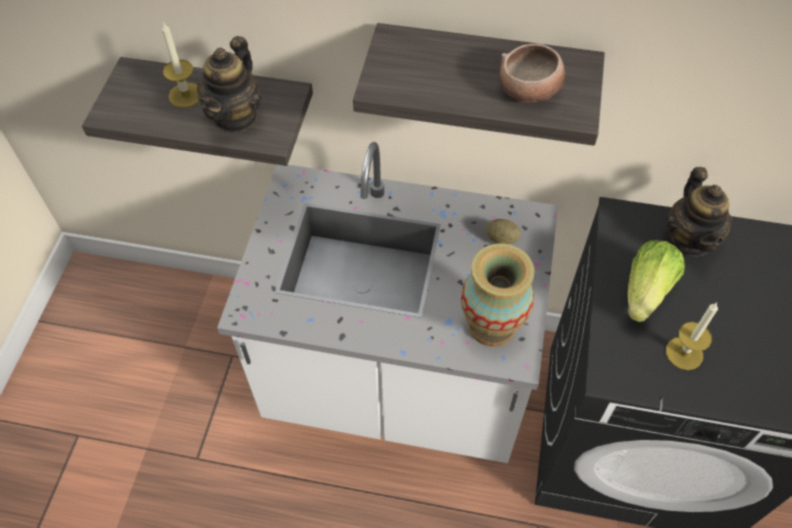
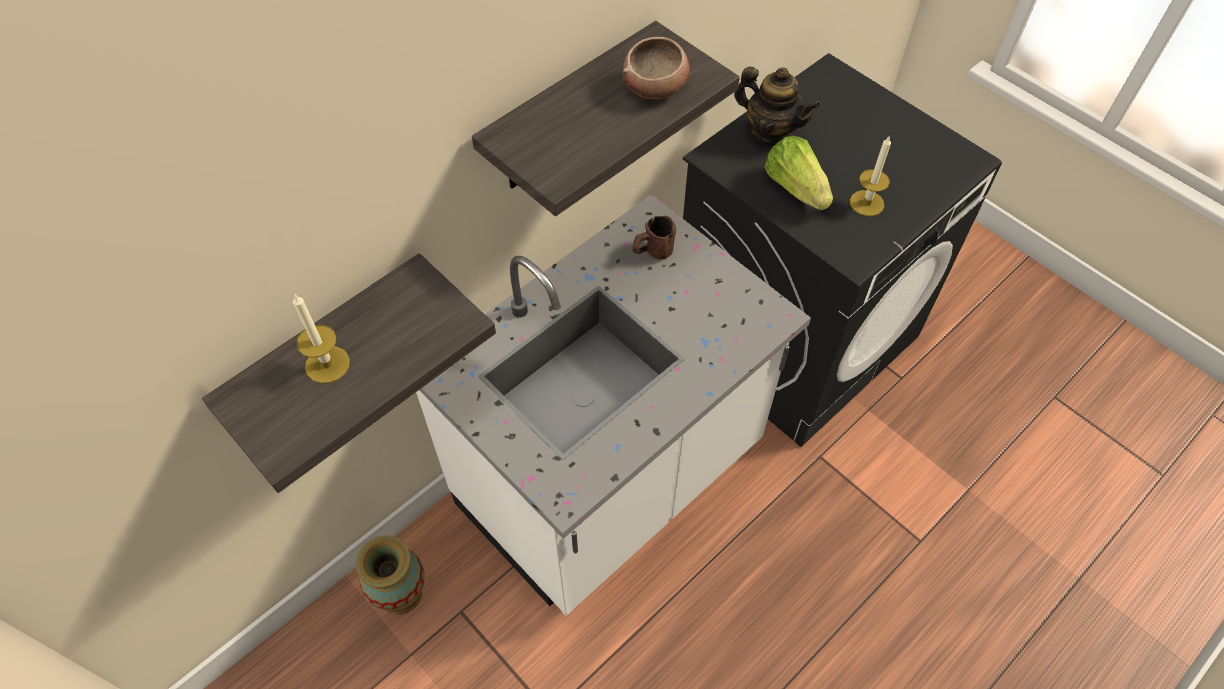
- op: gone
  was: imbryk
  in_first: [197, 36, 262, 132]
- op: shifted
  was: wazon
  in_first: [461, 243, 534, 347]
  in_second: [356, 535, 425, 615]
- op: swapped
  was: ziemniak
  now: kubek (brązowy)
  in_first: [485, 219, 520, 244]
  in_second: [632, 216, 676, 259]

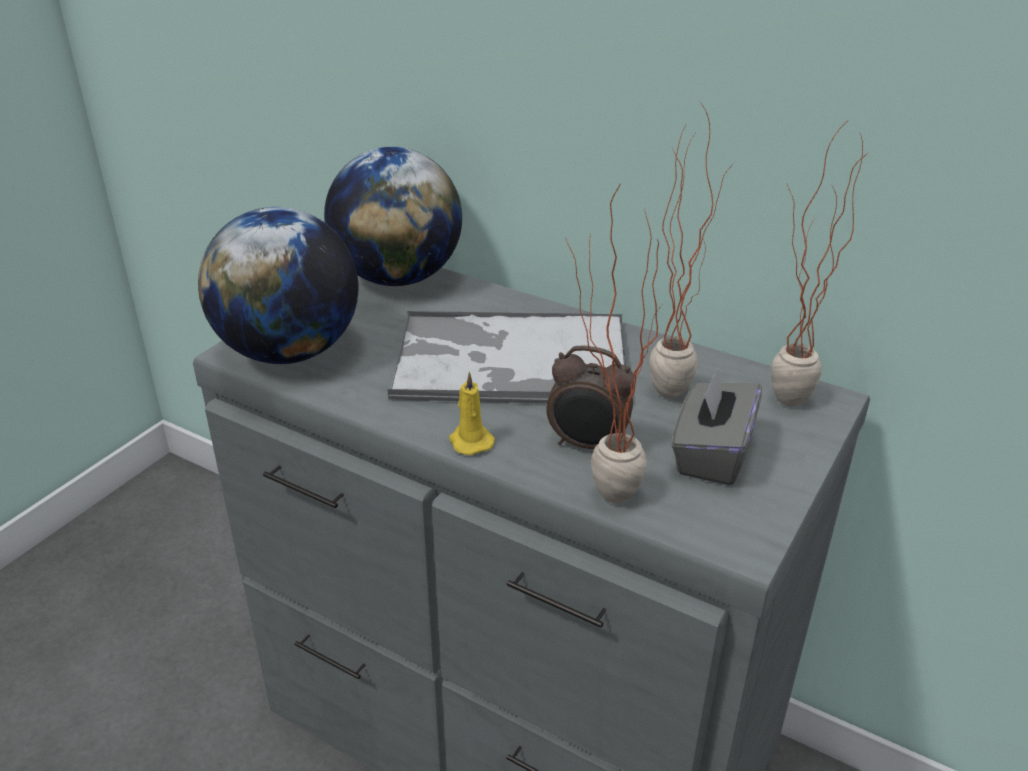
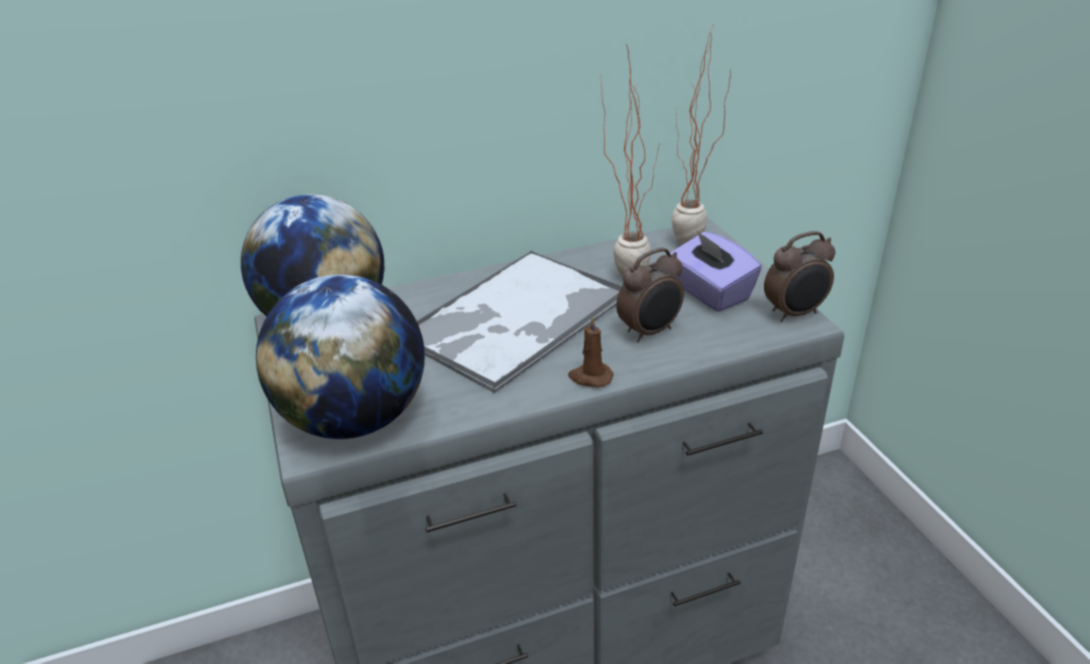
- op: repainted
  was: świeca (żółty)
  now: świeca (brązowy)
  in_first: [449, 372, 495, 455]
  in_second: [568, 316, 614, 388]
- op: gone
  was: roślina doniczkowa
  in_first: [565, 183, 662, 504]
- op: repainted
  was: pudełko chusteczek (szary)
  now: pudełko chusteczek (fioletowy)
  in_first: [672, 370, 762, 486]
  in_second: [670, 231, 762, 312]
- op: new
  now: budzik
  in_second: [764, 231, 835, 322]

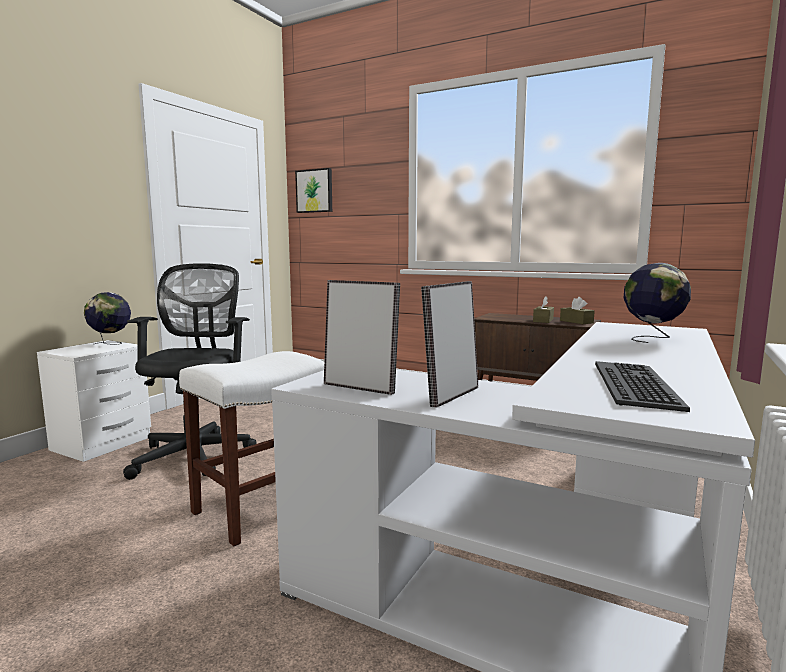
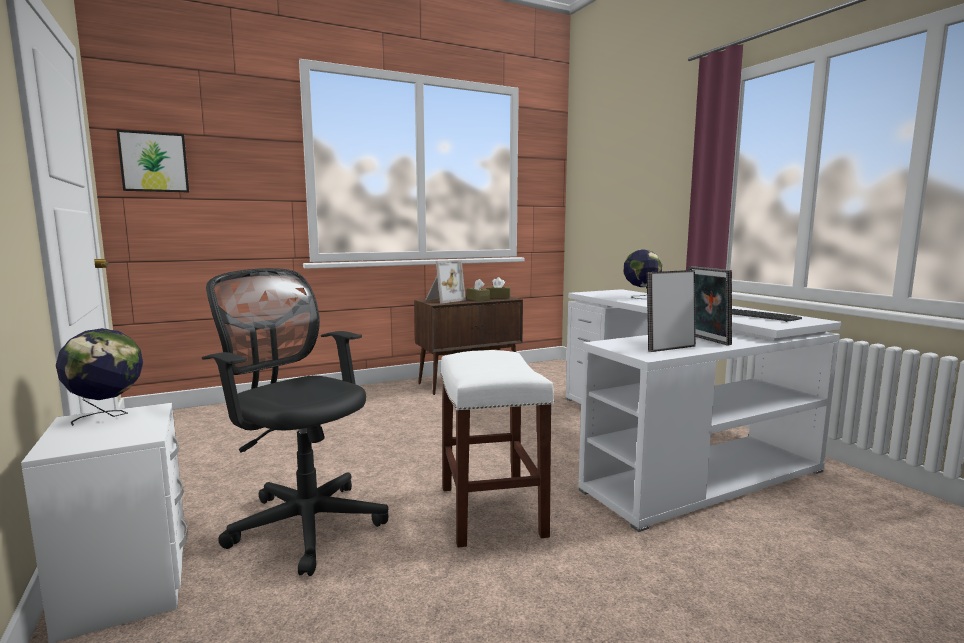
- op: new
  now: ramka na zdjęcie
  in_second: [425, 260, 466, 303]

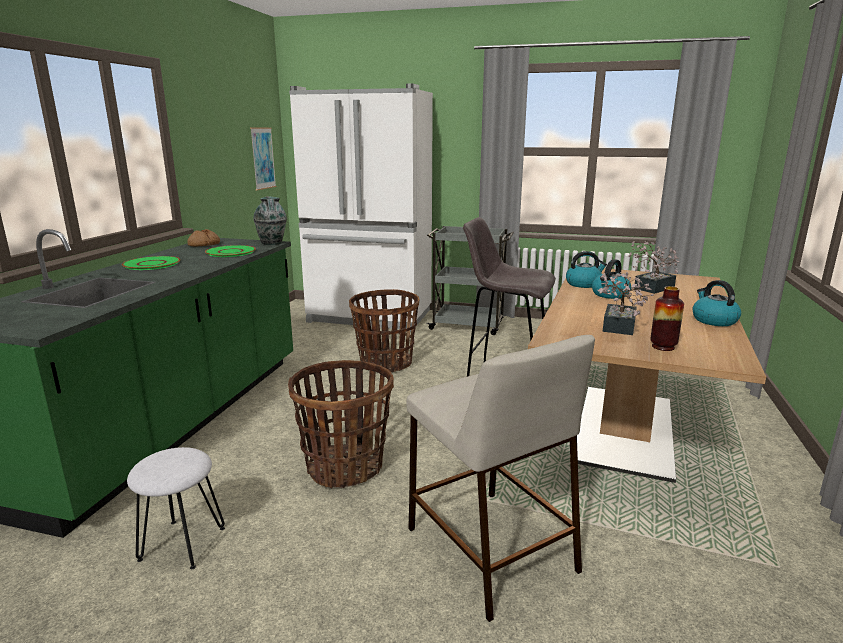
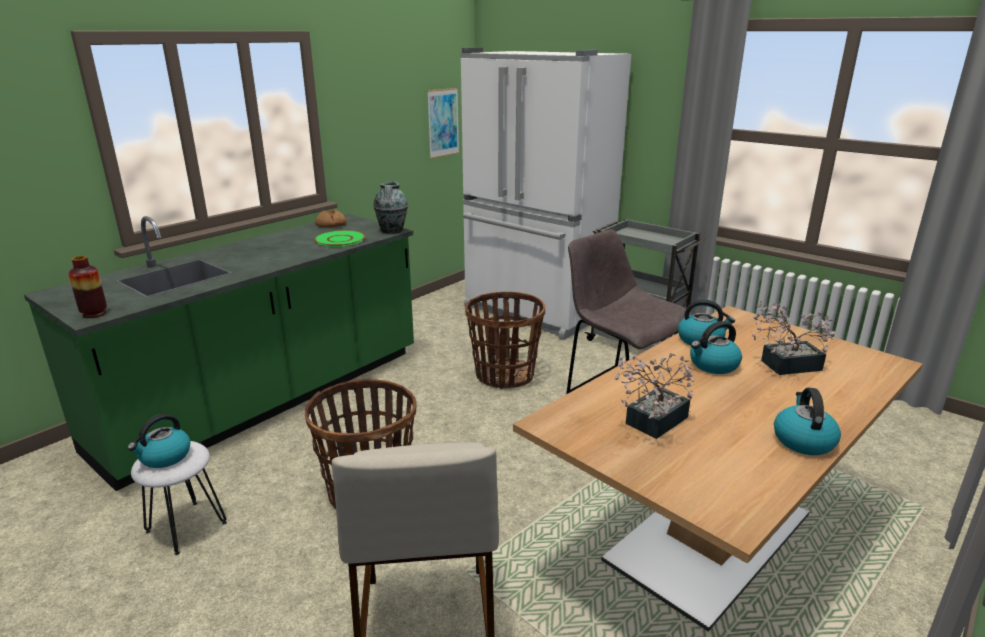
- op: gone
  was: talerz (zielony)
  in_first: [122, 256, 180, 270]
- op: shifted
  was: wazon
  in_first: [650, 286, 684, 351]
  in_second: [68, 256, 107, 318]
- op: new
  now: czajnik
  in_second: [128, 414, 191, 468]

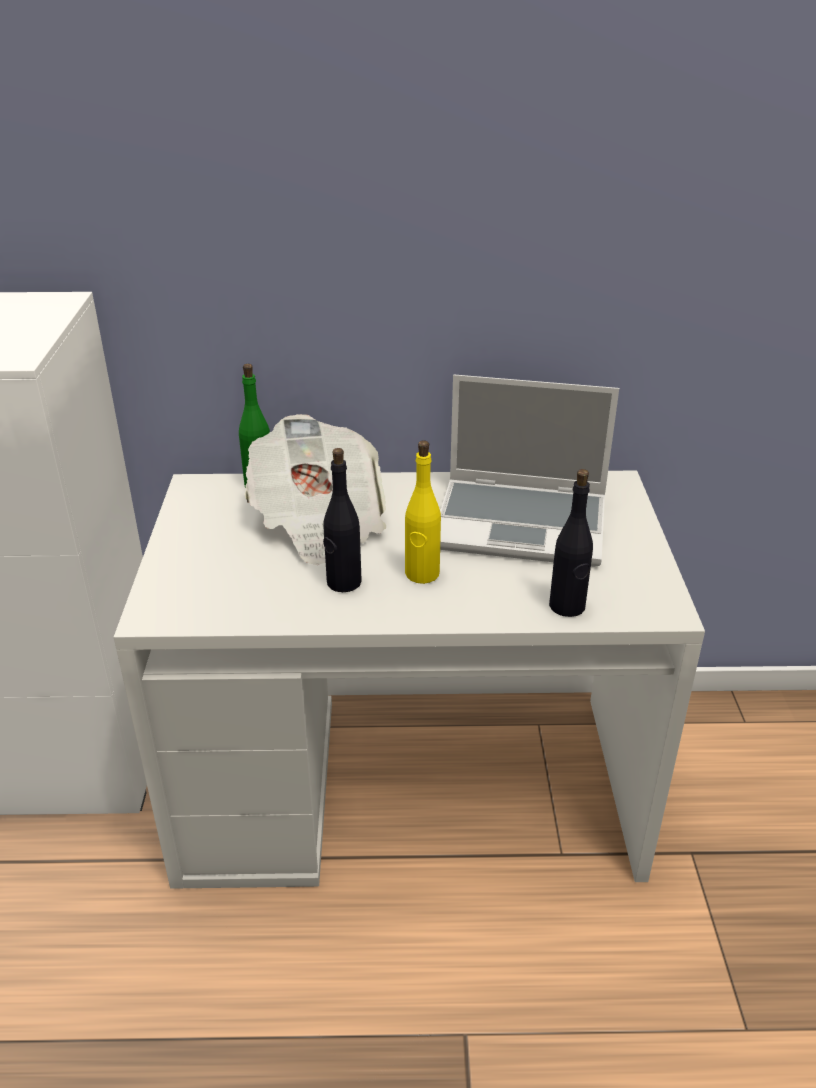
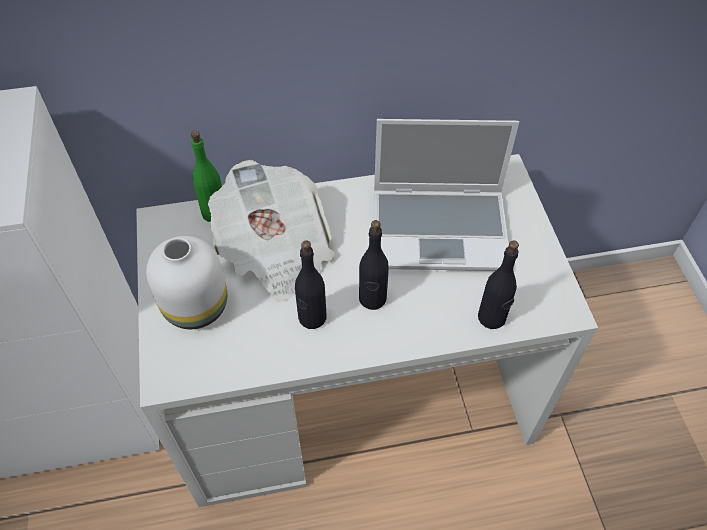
- op: repainted
  was: butelka (żółty)
  now: butelka (czarny)
  in_first: [405, 440, 441, 584]
  in_second: [359, 220, 389, 310]
- op: new
  now: wazon (biały)
  in_second: [146, 236, 227, 329]

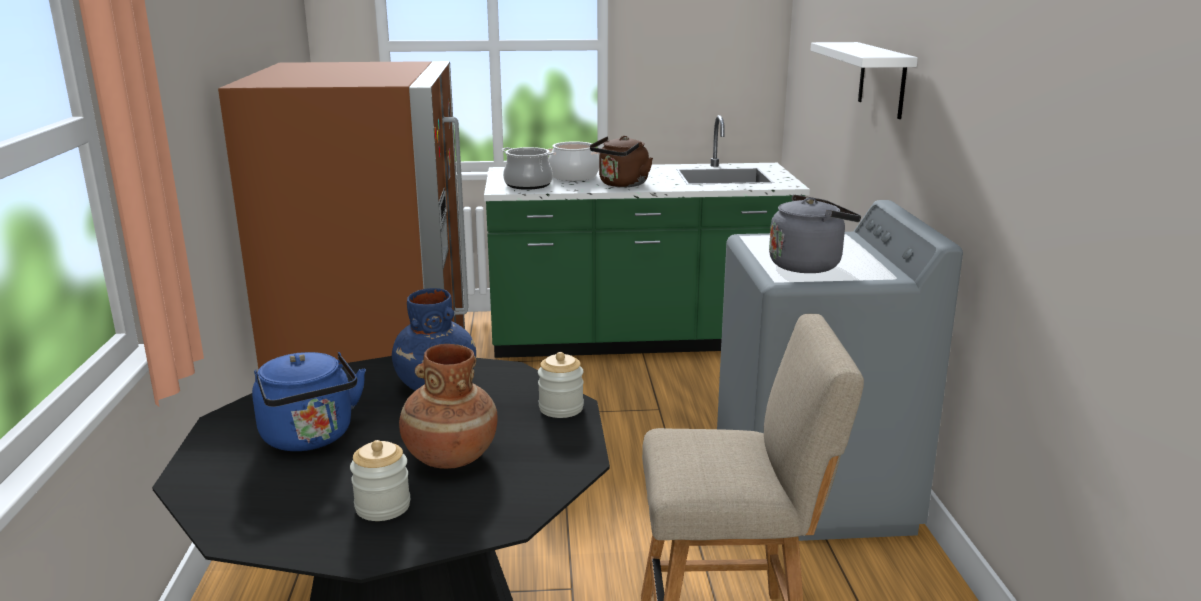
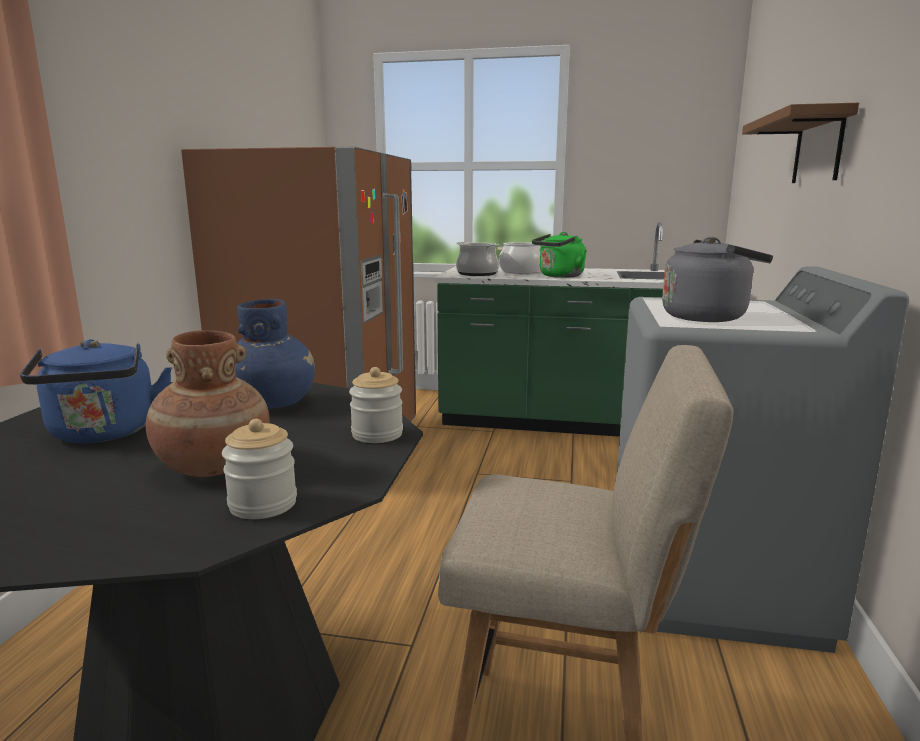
- op: shifted
  was: słoik
  in_first: [350, 440, 410, 521]
  in_second: [222, 419, 297, 519]
- op: repainted
  was: czajnik (brązowy)
  now: czajnik (zielony)
  in_first: [590, 136, 653, 187]
  in_second: [532, 232, 587, 278]
- op: repainted
  was: półka (biały)
  now: półka (brązowy)
  in_first: [810, 42, 918, 119]
  in_second: [742, 103, 859, 183]

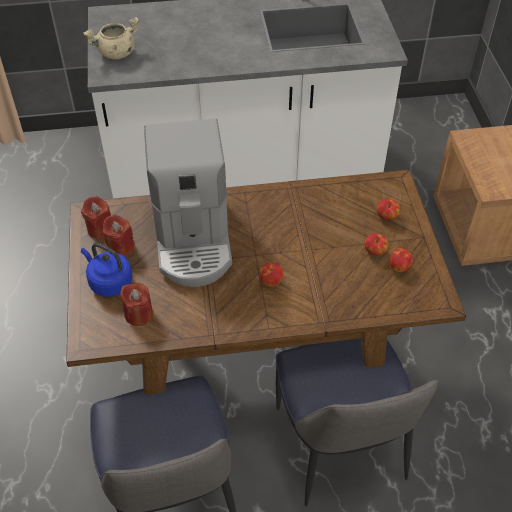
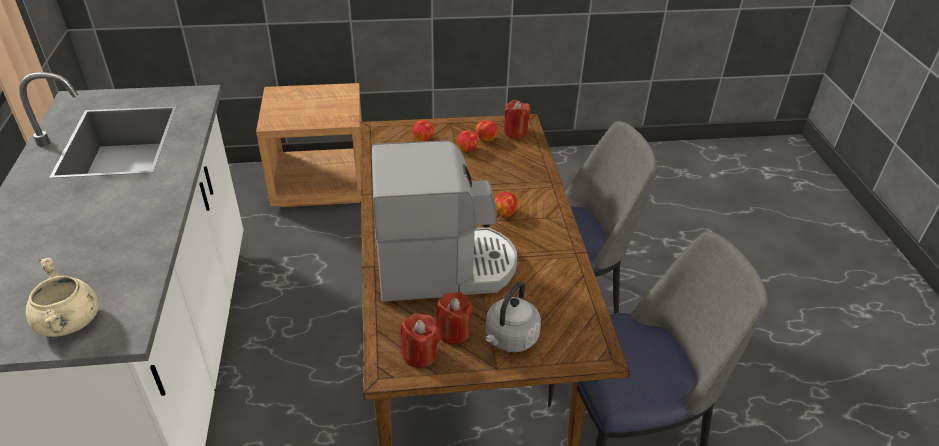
- op: repainted
  was: czajnik (niebieski)
  now: czajnik (szary)
  in_first: [81, 243, 133, 297]
  in_second: [485, 281, 541, 352]
- op: shifted
  was: świeca (czerwony)
  in_first: [120, 282, 153, 326]
  in_second: [503, 100, 530, 138]

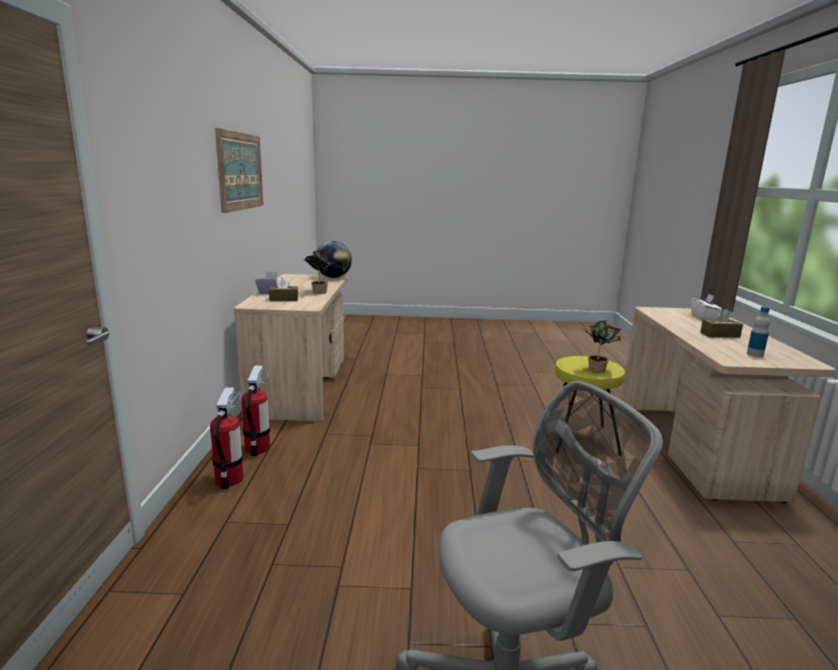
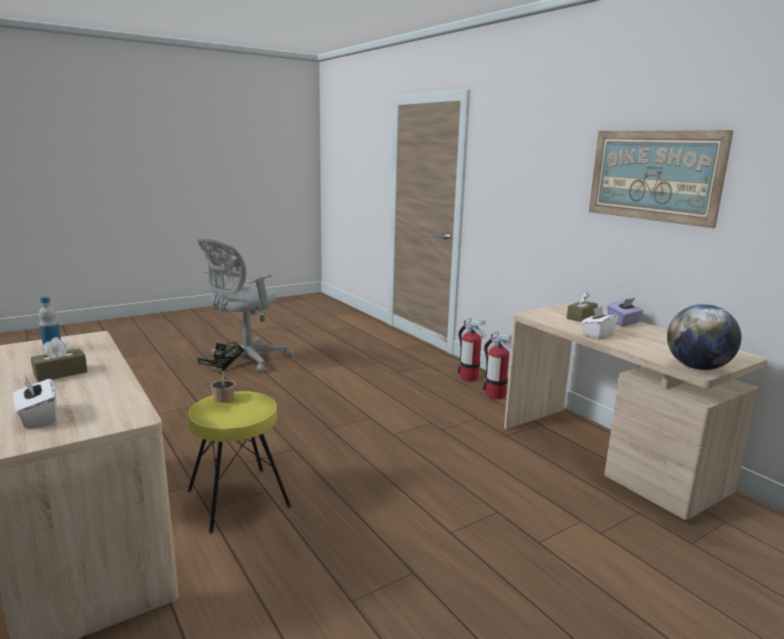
- op: swapped
  was: roślina doniczkowa
  now: pudełko chusteczek (biały)
  in_first: [304, 250, 334, 294]
  in_second: [581, 306, 618, 339]

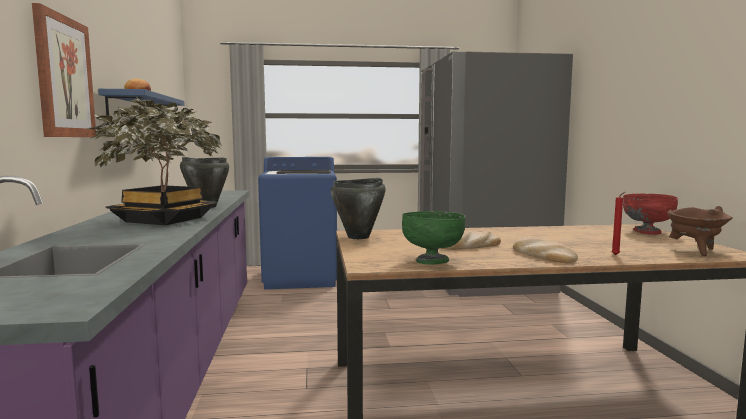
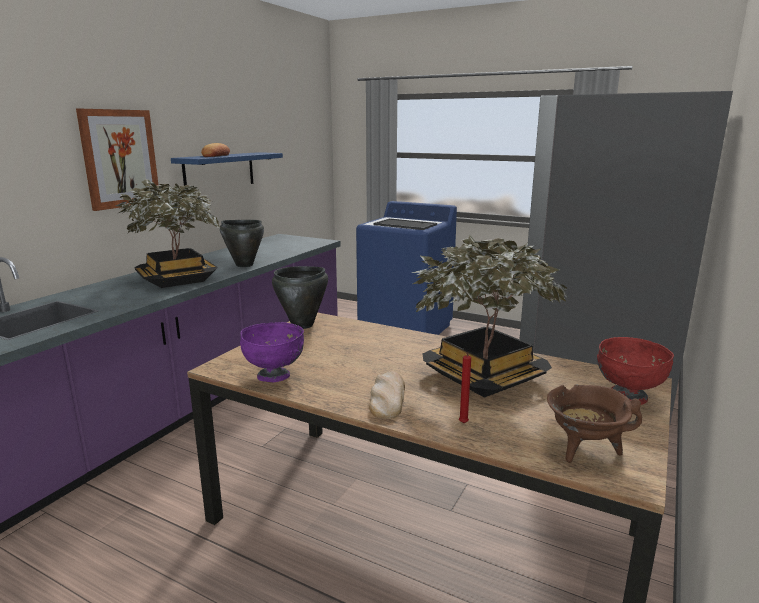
- op: repainted
  was: miska (zielony)
  now: miska (fioletowy)
  in_first: [402, 211, 466, 265]
  in_second: [240, 322, 304, 382]
- op: gone
  was: chleb
  in_first: [442, 231, 501, 250]
- op: new
  now: roślina doniczkowa
  in_second: [412, 235, 568, 398]

